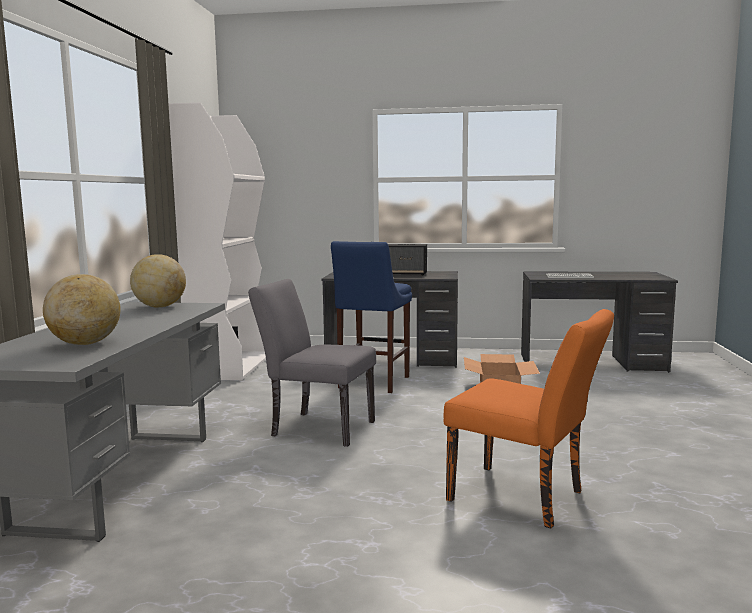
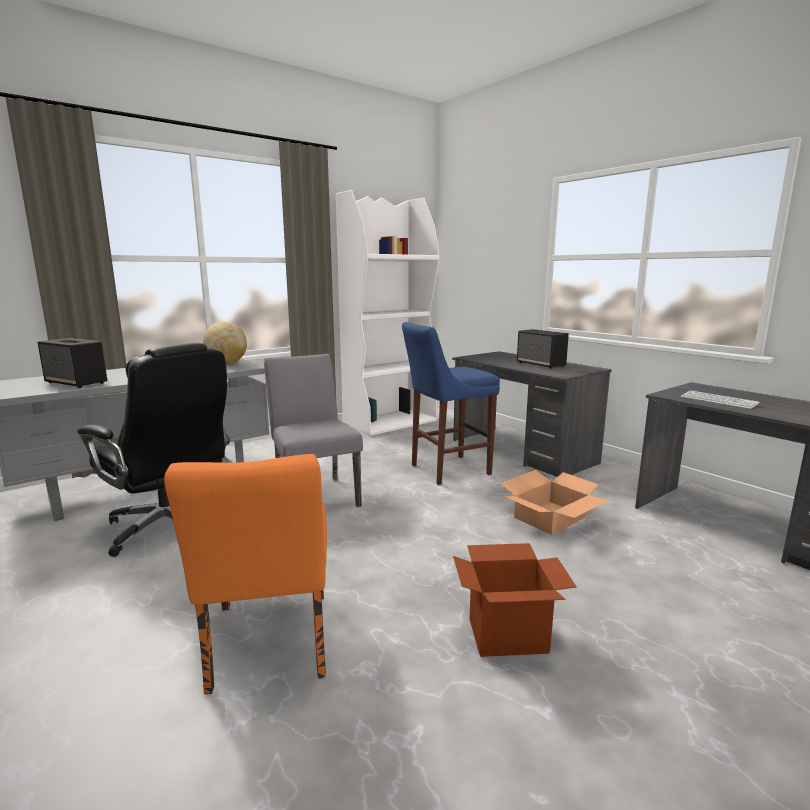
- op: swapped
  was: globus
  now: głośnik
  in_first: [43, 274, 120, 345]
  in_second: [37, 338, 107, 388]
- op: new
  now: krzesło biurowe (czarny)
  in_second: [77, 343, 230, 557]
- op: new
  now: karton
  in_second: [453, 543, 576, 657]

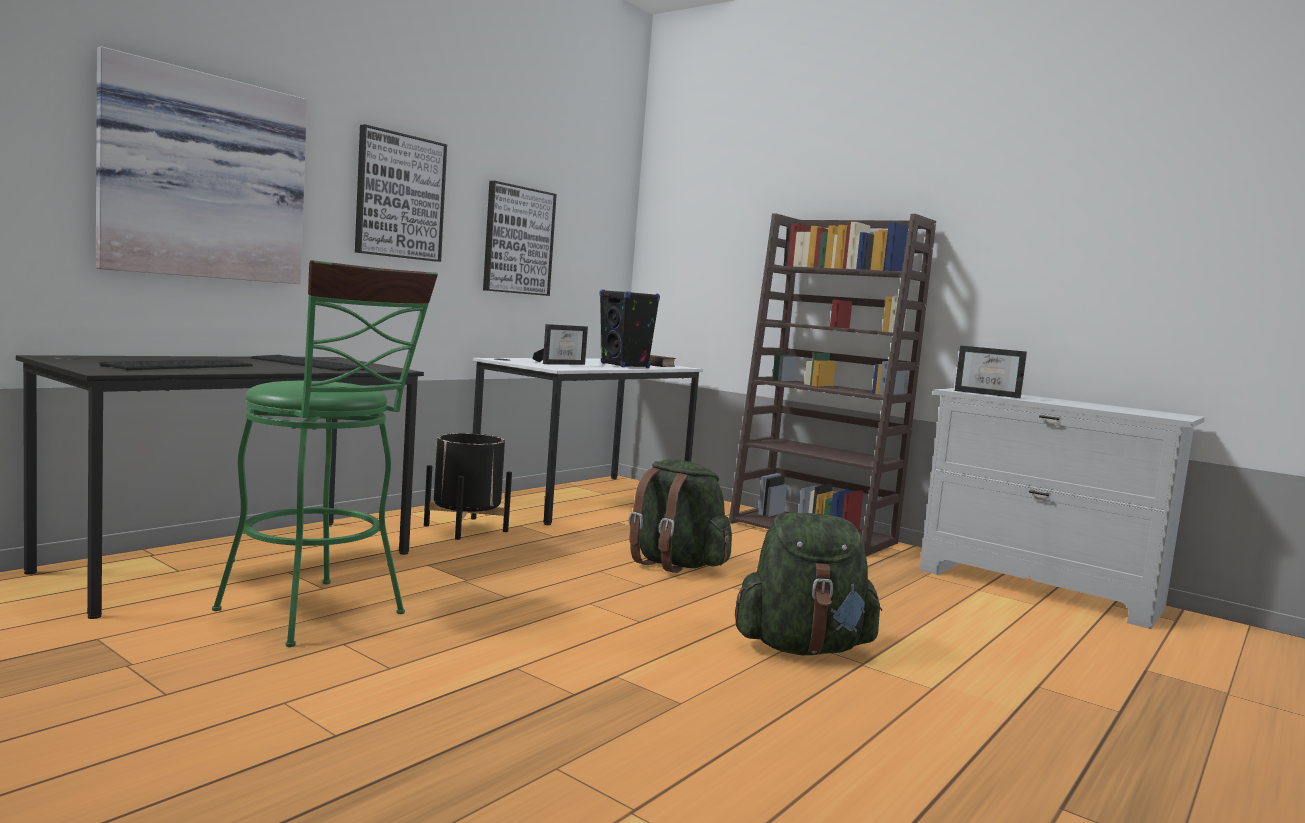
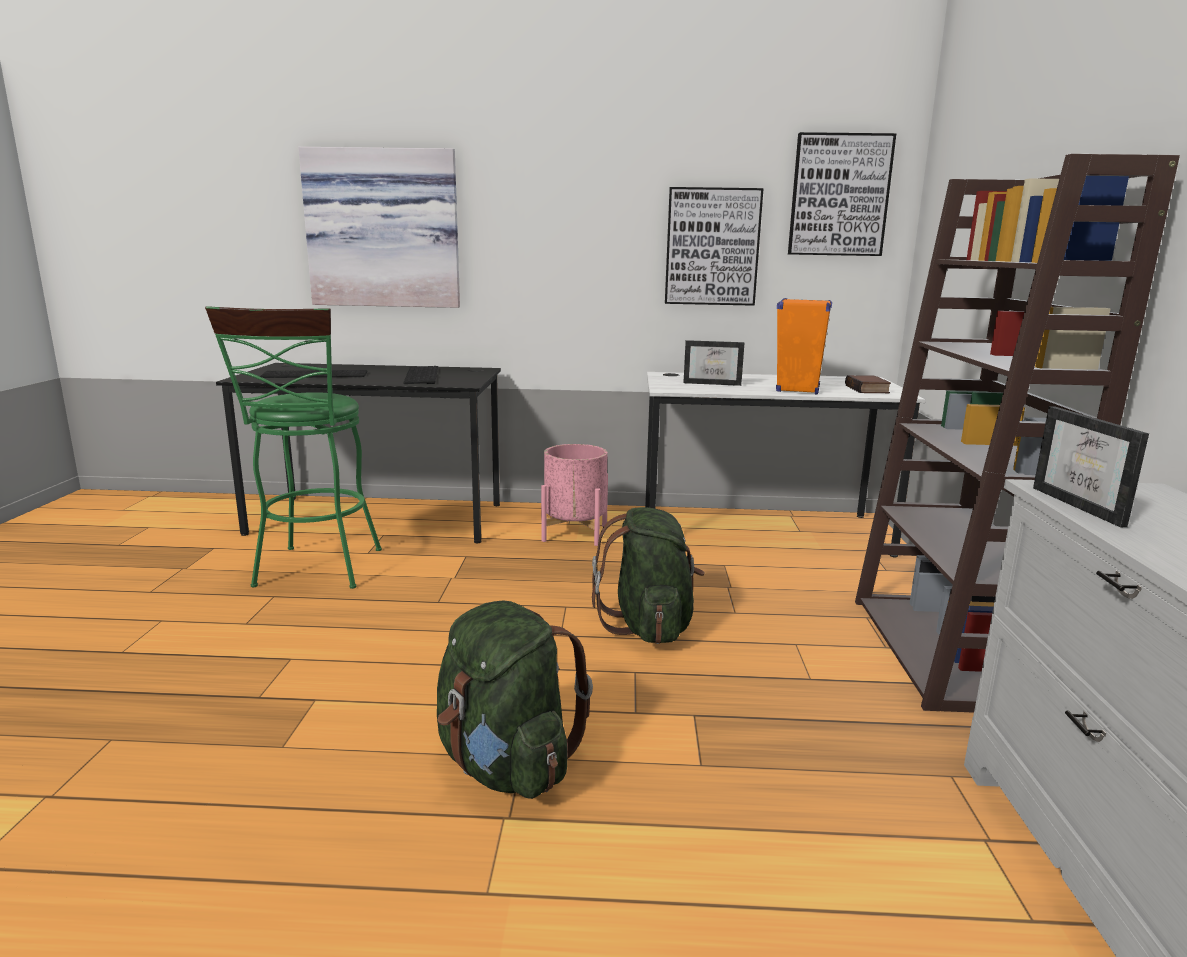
- op: shifted
  was: obraz
  in_first: [355, 124, 447, 262]
  in_second: [788, 132, 896, 256]
- op: repainted
  was: donica (czarny)
  now: donica (różowy)
  in_first: [424, 433, 512, 540]
  in_second: [541, 444, 608, 546]
- op: repainted
  was: głośnik (czarny)
  now: głośnik (pomarańczowy)
  in_first: [600, 290, 660, 368]
  in_second: [776, 298, 832, 395]

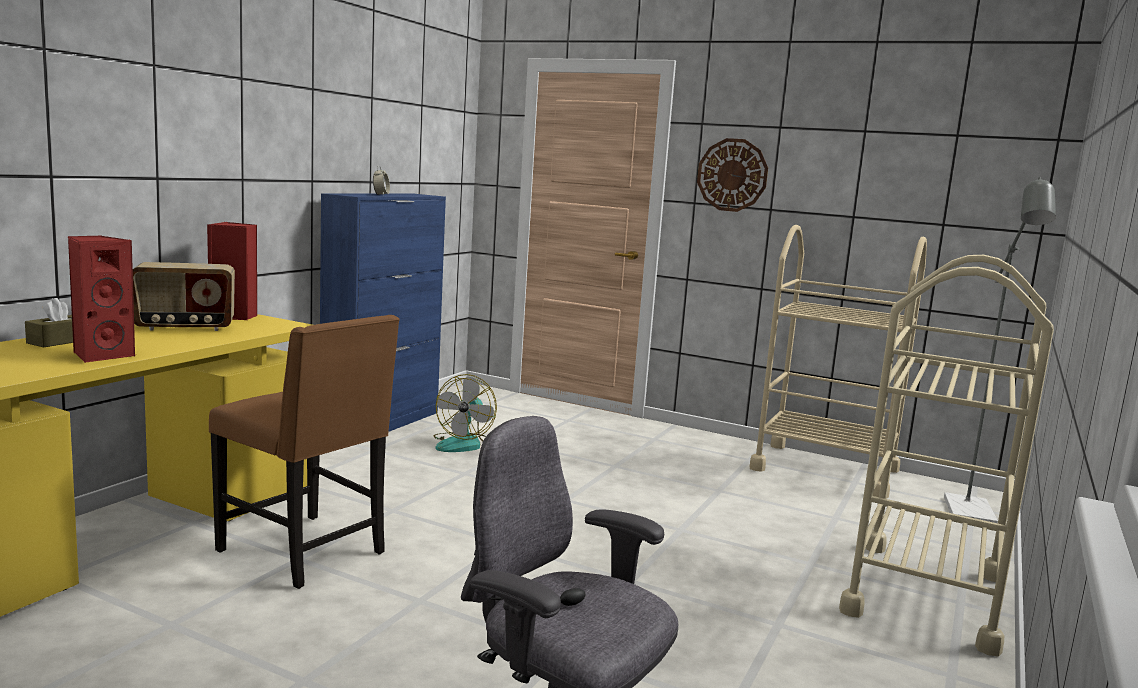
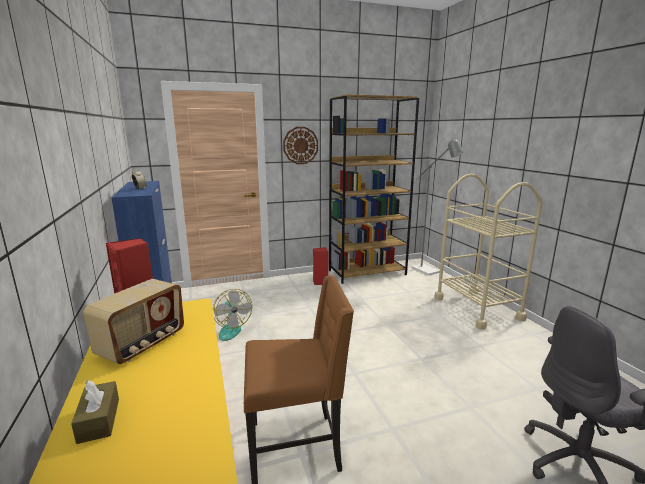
- op: shifted
  was: głośnik (czerwony)
  in_first: [68, 236, 136, 363]
  in_second: [313, 247, 328, 285]
- op: swapped
  was: wózek (beżowy)
  now: regał (brązowy)
  in_first: [750, 225, 927, 499]
  in_second: [329, 94, 419, 284]

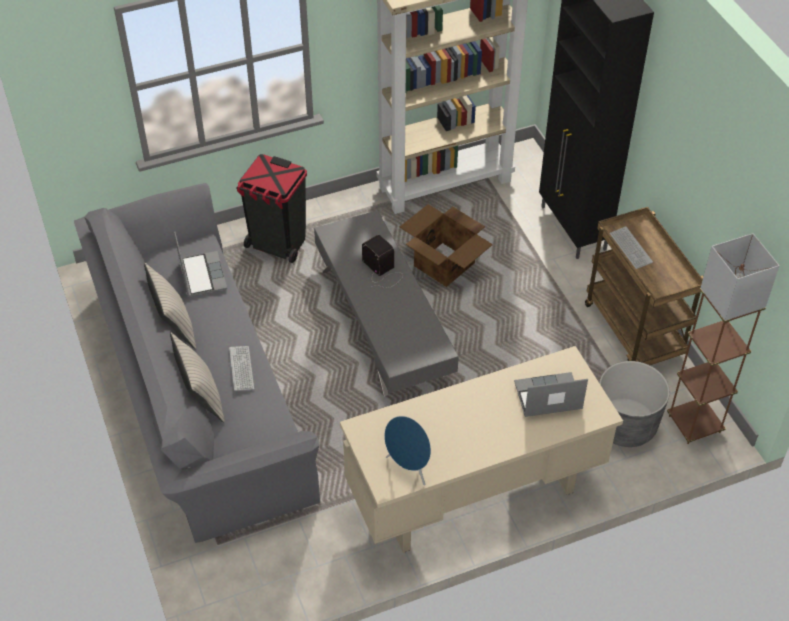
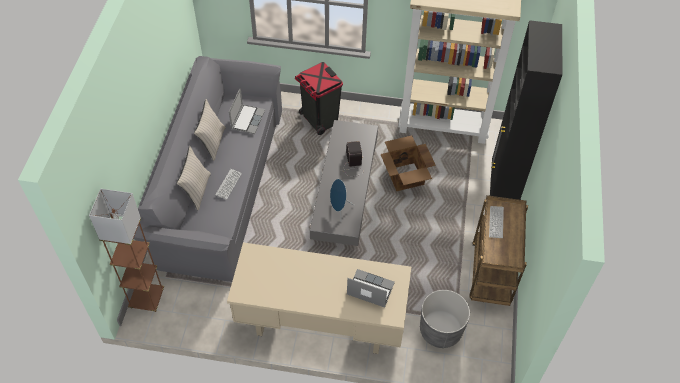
- op: shifted
  was: głośnik (niebieski)
  in_first: [384, 416, 431, 486]
  in_second: [330, 179, 355, 222]
- op: shifted
  was: lampa stojąca (brązowy)
  in_first: [667, 233, 780, 444]
  in_second: [89, 189, 164, 312]

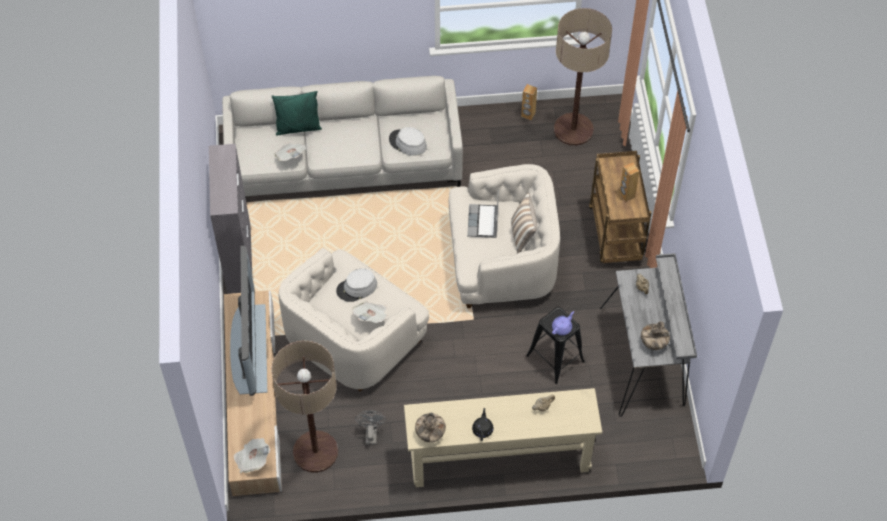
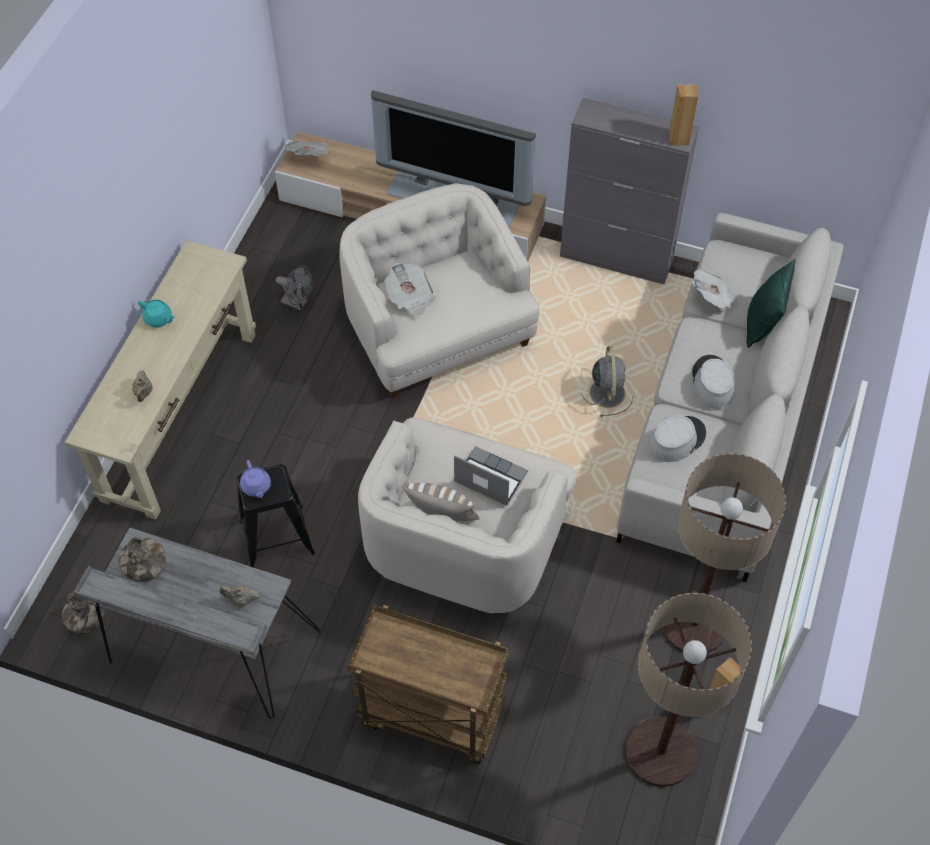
- op: shifted
  was: lampa stojąca
  in_first: [271, 341, 338, 473]
  in_second: [662, 453, 786, 653]
- op: shifted
  was: kapelusz (szary)
  in_first: [336, 268, 377, 302]
  in_second: [692, 355, 735, 409]
- op: shifted
  was: wazon
  in_first: [415, 413, 446, 443]
  in_second: [62, 593, 105, 634]
- op: repainted
  was: imbryk (czarny)
  now: imbryk (turkusowy)
  in_first: [472, 408, 493, 441]
  in_second: [138, 300, 175, 327]
- op: shifted
  was: głośnik (brązowy)
  in_first: [619, 162, 639, 202]
  in_second: [669, 84, 698, 146]
- op: new
  now: wentylator (szary)
  in_second: [581, 346, 633, 417]

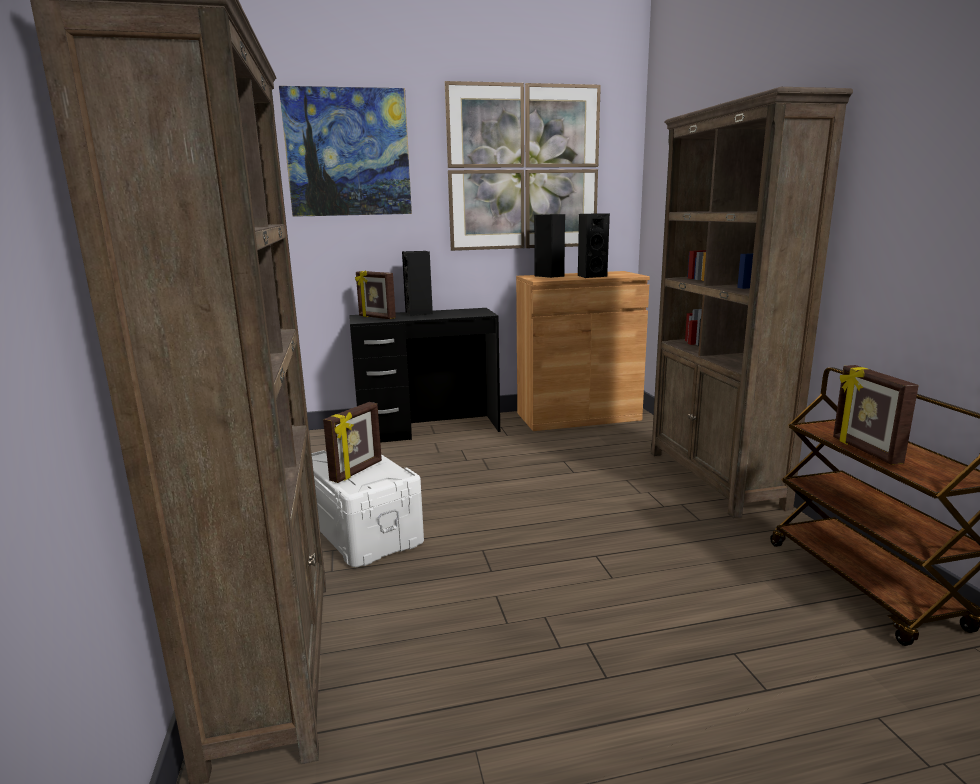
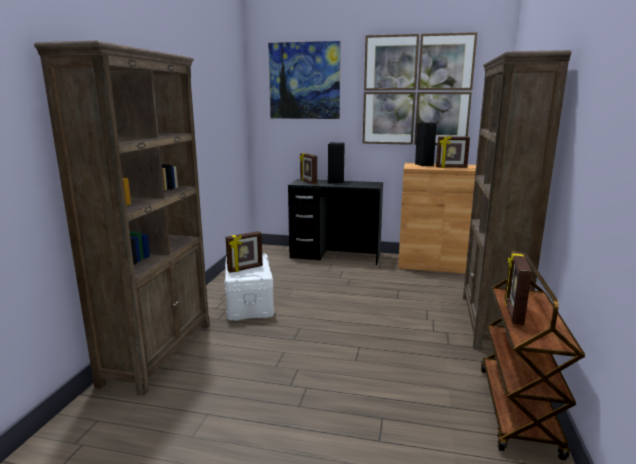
- op: swapped
  was: głośnik (czarny)
  now: ramka na zdjęcie
  in_first: [578, 213, 610, 278]
  in_second: [436, 136, 470, 168]

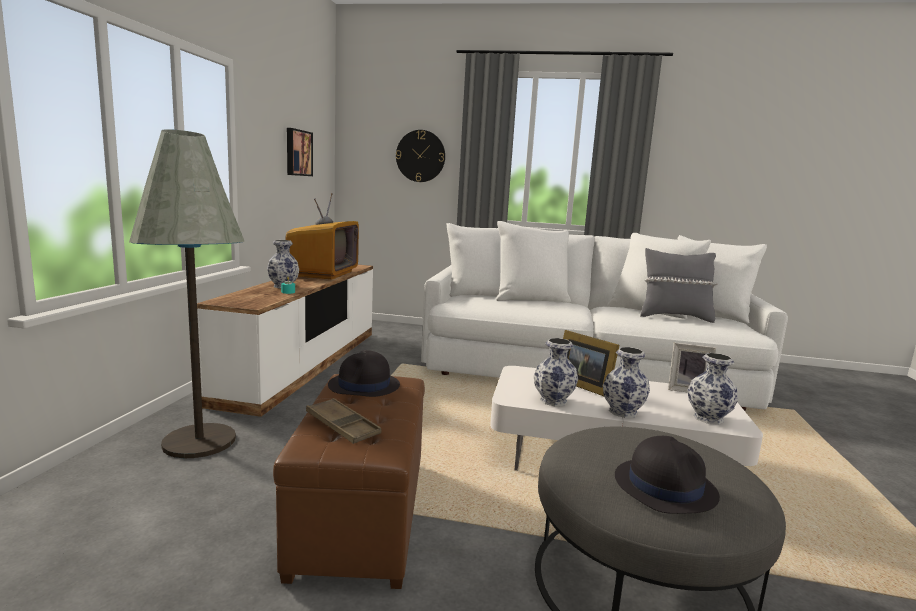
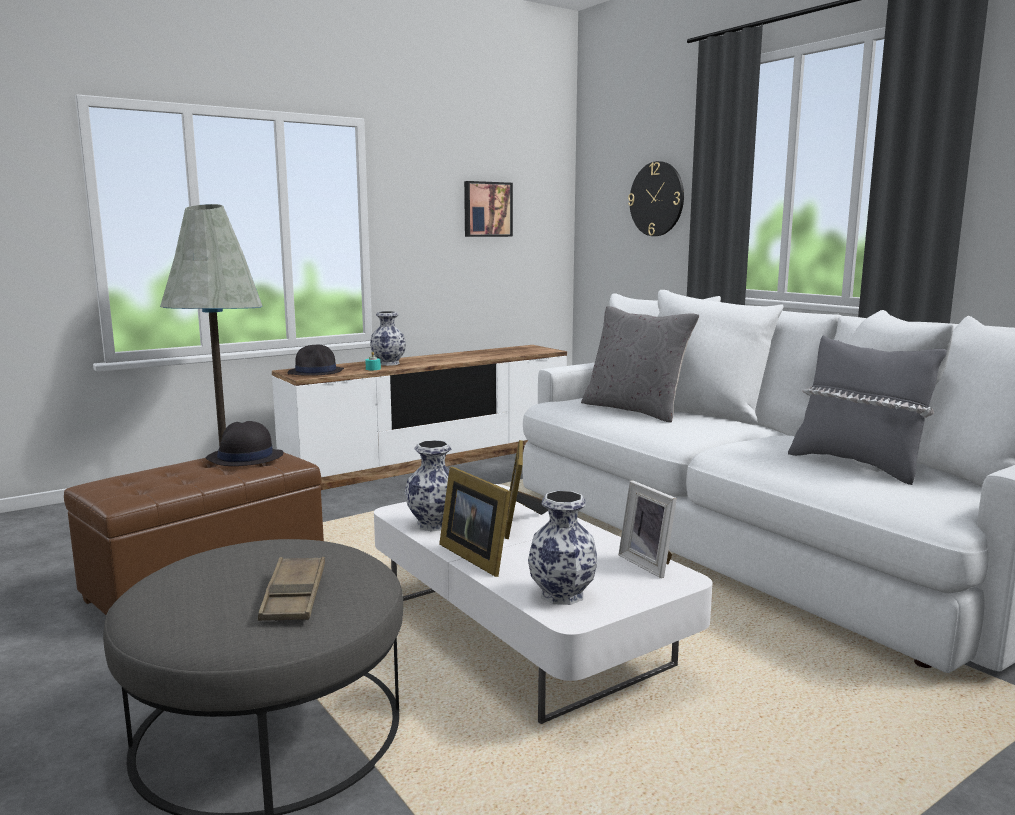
- op: gone
  was: telewizor
  in_first: [286, 193, 359, 279]
- op: shifted
  was: taca (brązowy)
  in_first: [306, 398, 382, 444]
  in_second: [258, 557, 325, 621]
- op: swapped
  was: wazon
  now: ramka na zdjęcie
  in_first: [603, 347, 650, 418]
  in_second: [439, 467, 511, 577]
- op: shifted
  was: kapelusz (czarny)
  in_first: [615, 436, 720, 514]
  in_second: [288, 345, 344, 376]
- op: new
  now: poduszka (szary)
  in_second: [581, 306, 699, 423]

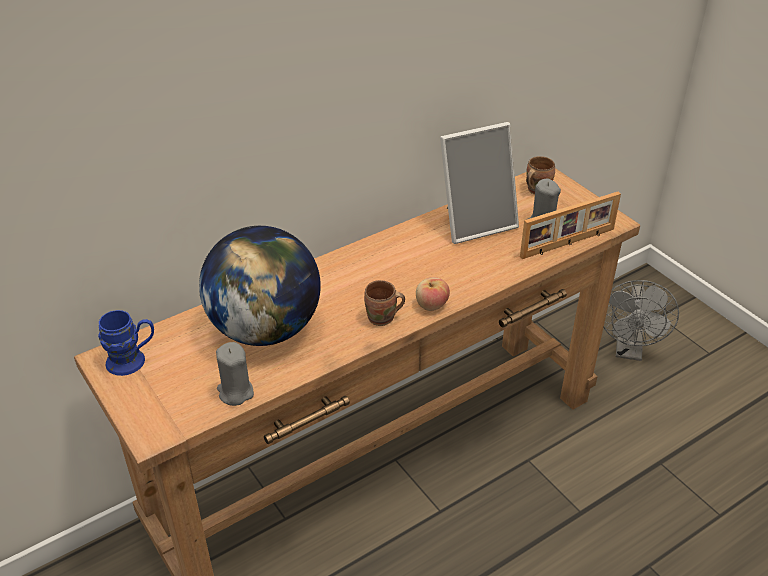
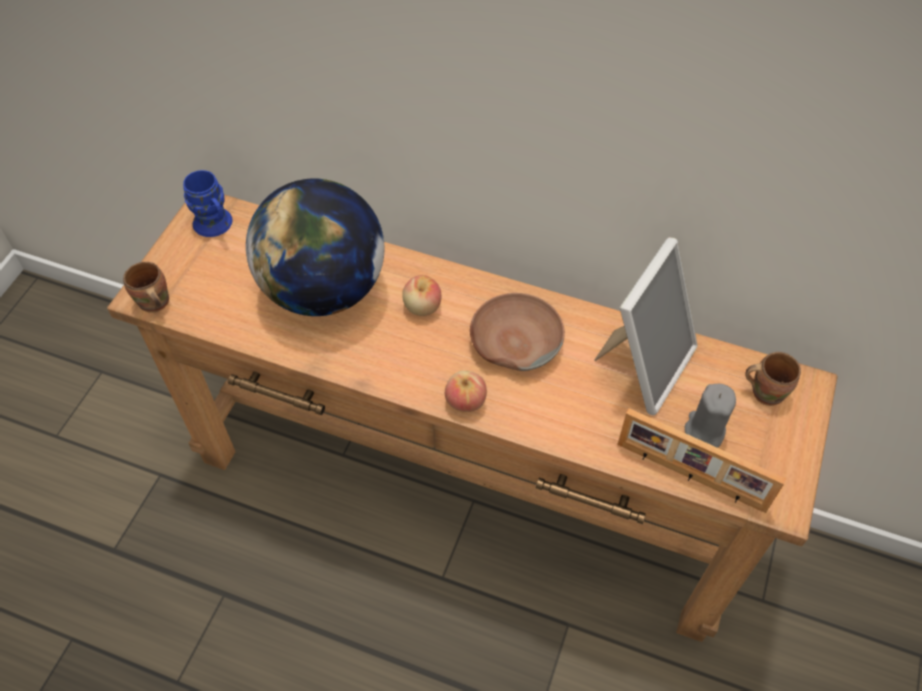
- op: gone
  was: świeca (szary)
  in_first: [216, 342, 254, 406]
- op: shifted
  was: kubek (brązowy)
  in_first: [364, 280, 405, 326]
  in_second: [123, 262, 169, 313]
- op: rotated
  was: ramka na zdjęcie
  in_first: [440, 122, 519, 244]
  in_second: [594, 237, 698, 415]
  clockwise: -90
- op: gone
  was: wentylator (szary)
  in_first: [603, 280, 679, 361]
- op: new
  now: jabłko
  in_second: [402, 275, 441, 316]
- op: new
  now: miska (brązowy)
  in_second: [470, 293, 565, 371]

